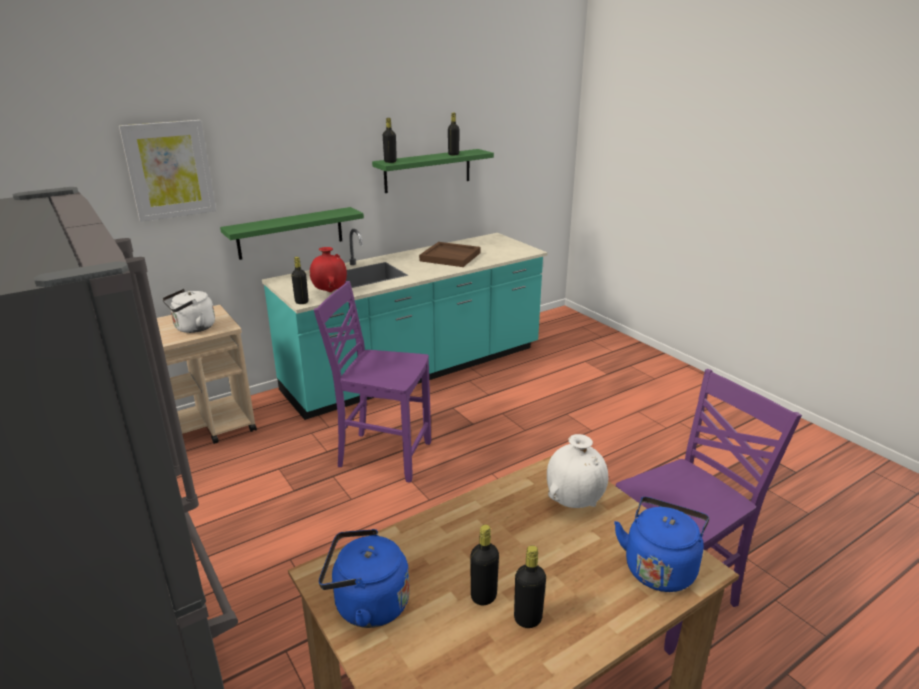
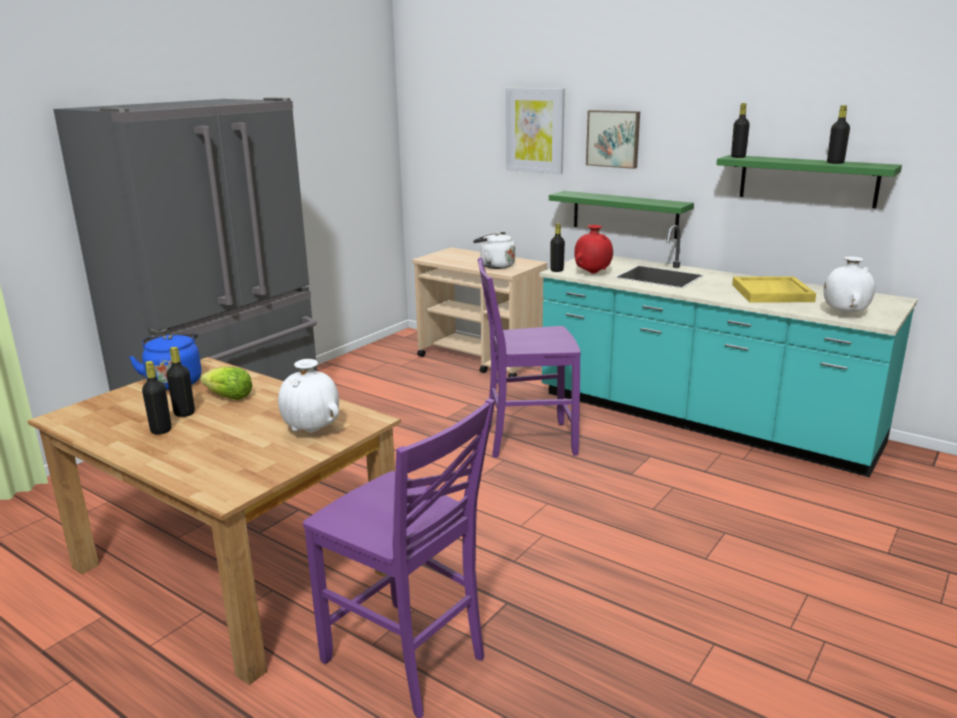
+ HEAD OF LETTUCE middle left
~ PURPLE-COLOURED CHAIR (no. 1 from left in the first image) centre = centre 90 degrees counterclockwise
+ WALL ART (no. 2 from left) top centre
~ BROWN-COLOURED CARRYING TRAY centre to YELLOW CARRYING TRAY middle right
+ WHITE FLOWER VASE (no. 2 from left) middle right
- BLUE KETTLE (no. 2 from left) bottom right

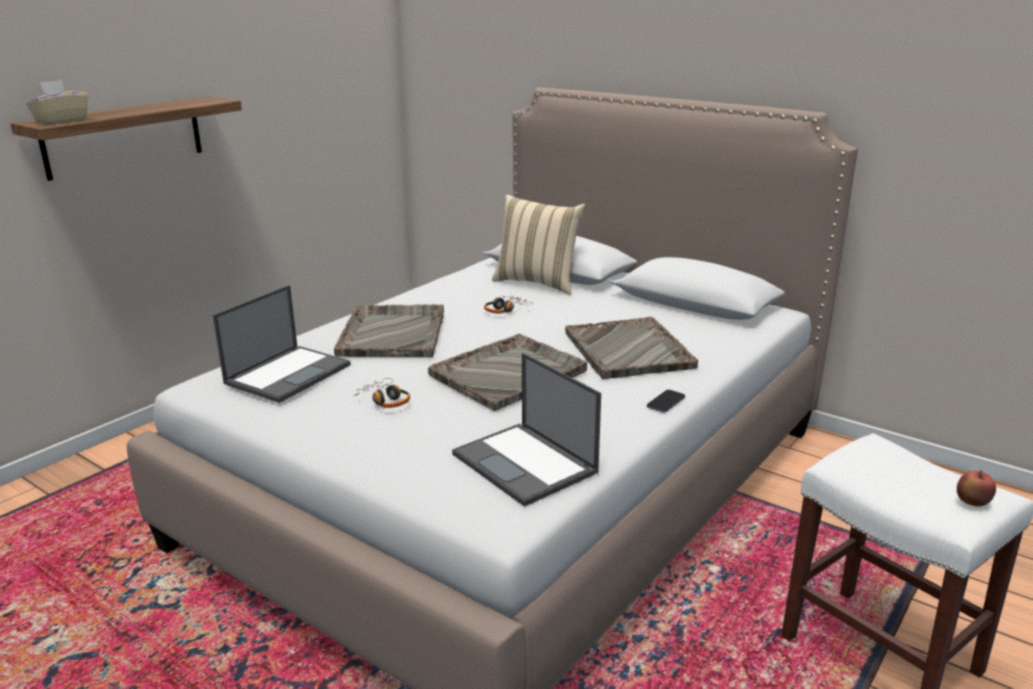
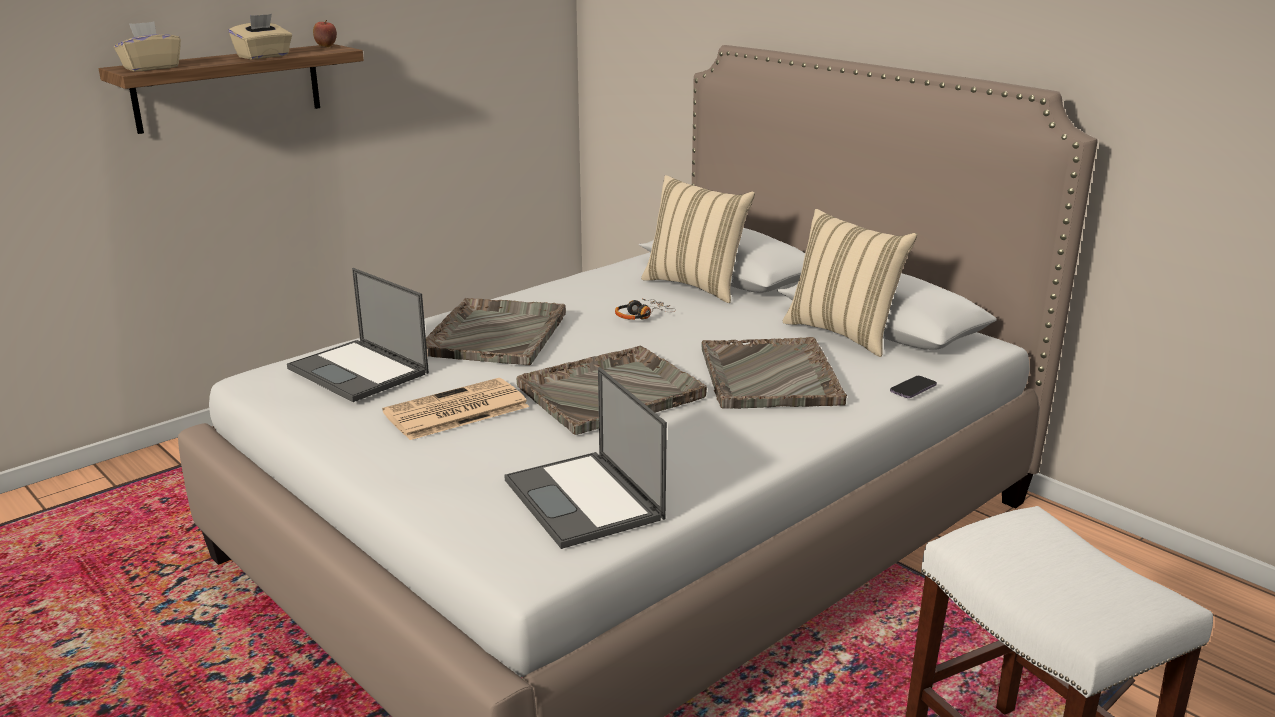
+ BEIGE-COLOURED BOX OF TISSUES (no. 2 from left) top left
~ NOTEBOOK COMPUTER (no. 1 from left) middle left = middle left 90 degrees clockwise
~ APPLE bottom right to top left
~ PAIR OF HEADPHONES (no. 1 from left) centre to PRINTED PAPER centre
+ BEIGE-COLOURED THROW PILLOW (no. 2 from left) middle right
~ PHONE centre to middle right

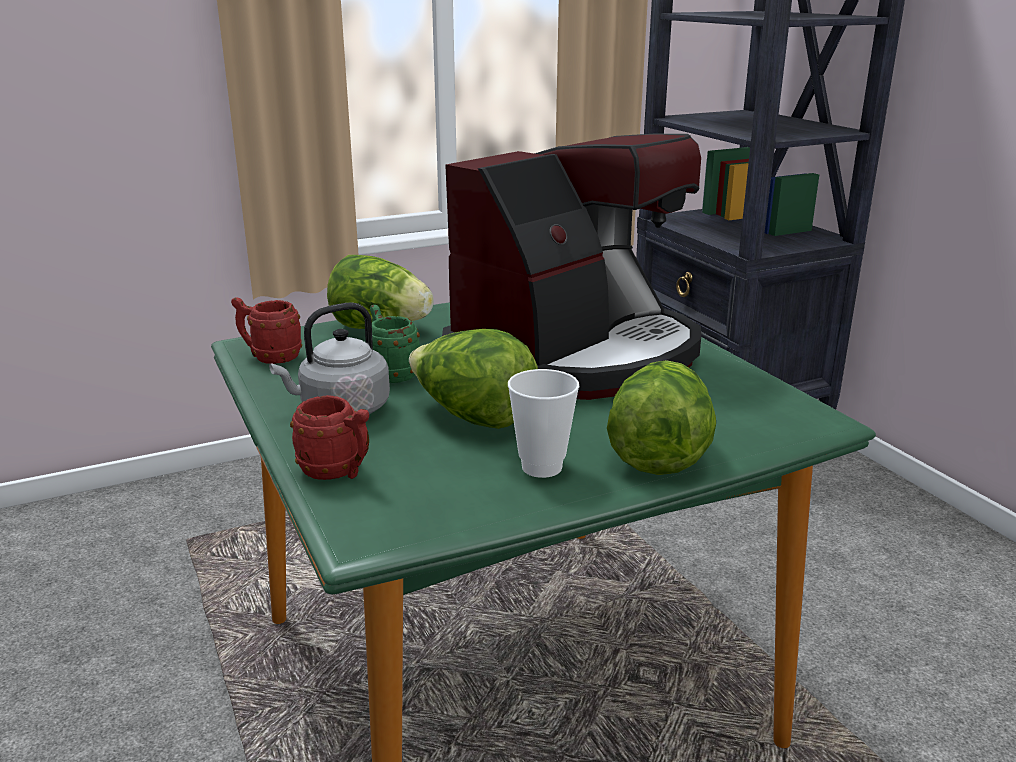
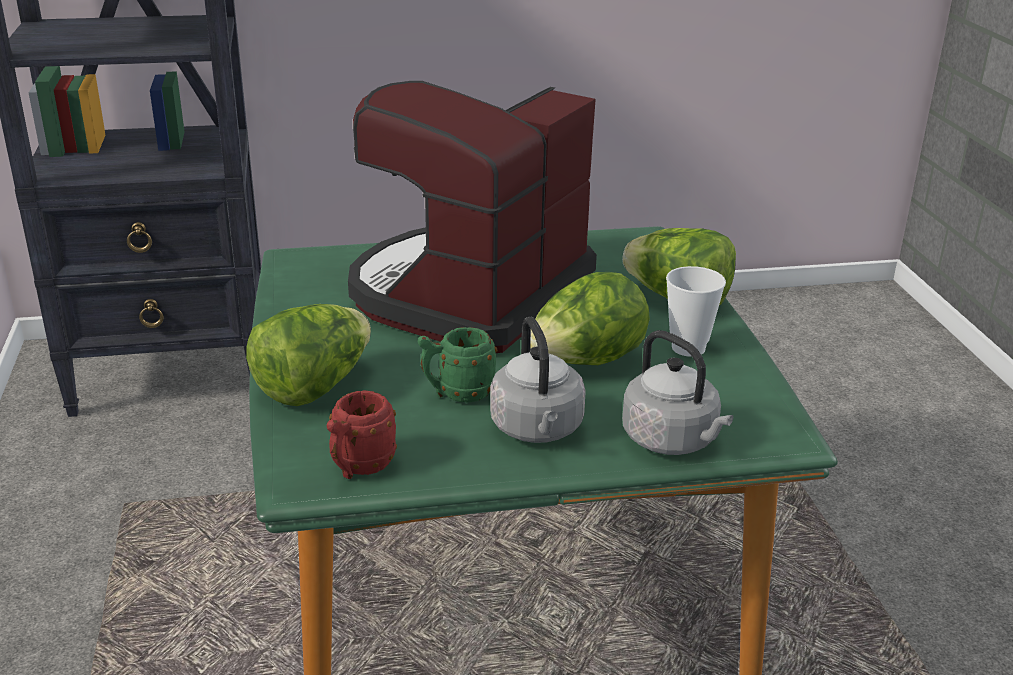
~ COFFEE MAKER centre = top centre 120 degrees counterclockwise
~ REDDISH COFFEE MUG (no. 2 from left) middle left to GREY KETTLE (no. 2 from left) middle right

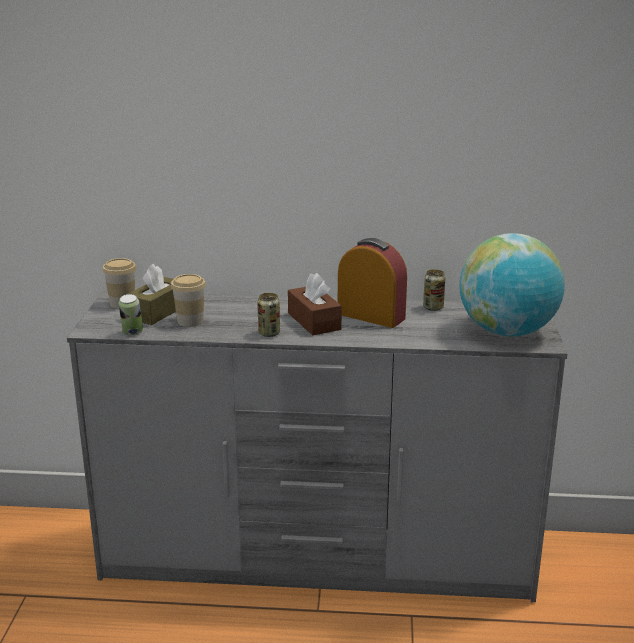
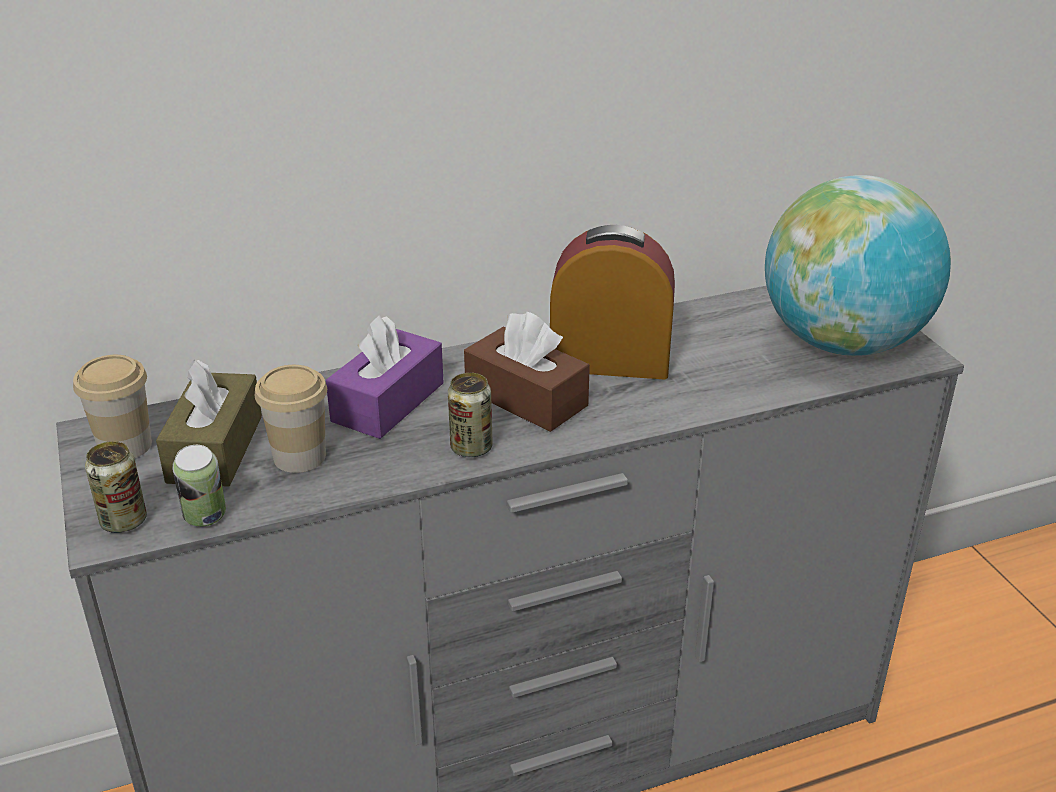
~ SEALED CAN (no. 3 from left in the first image) middle right to SEALED CAN (no. 1 from left) middle left
+ PURPLE-COLOURED BOX OF TISSUES centre

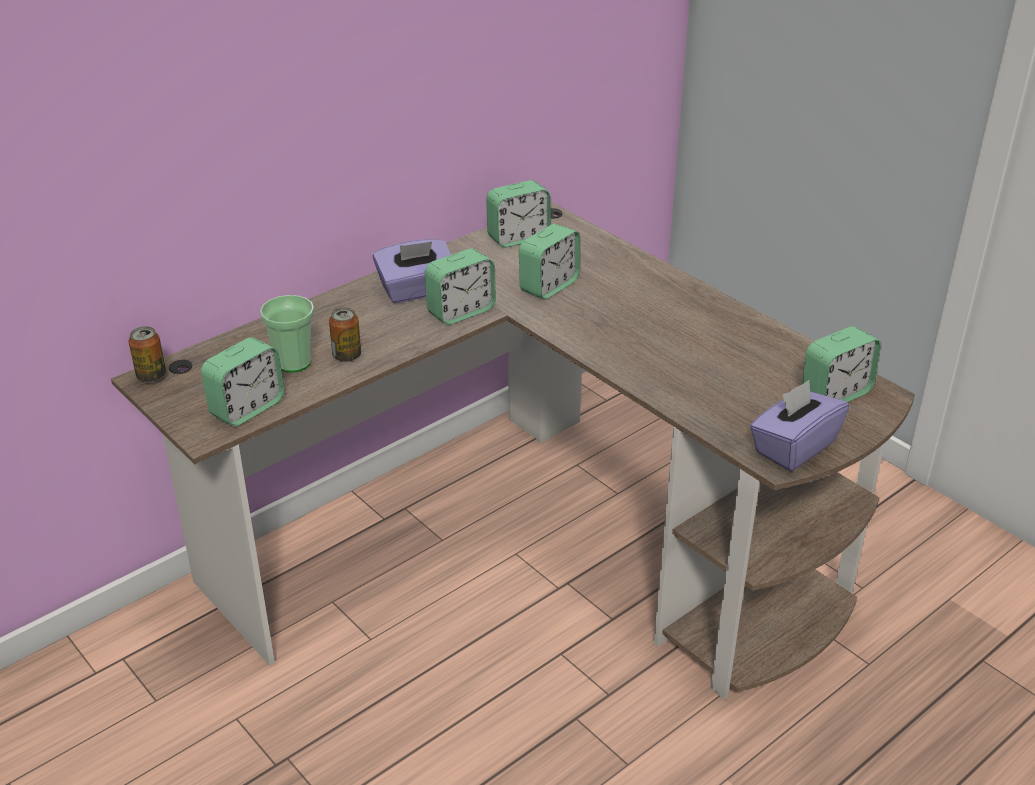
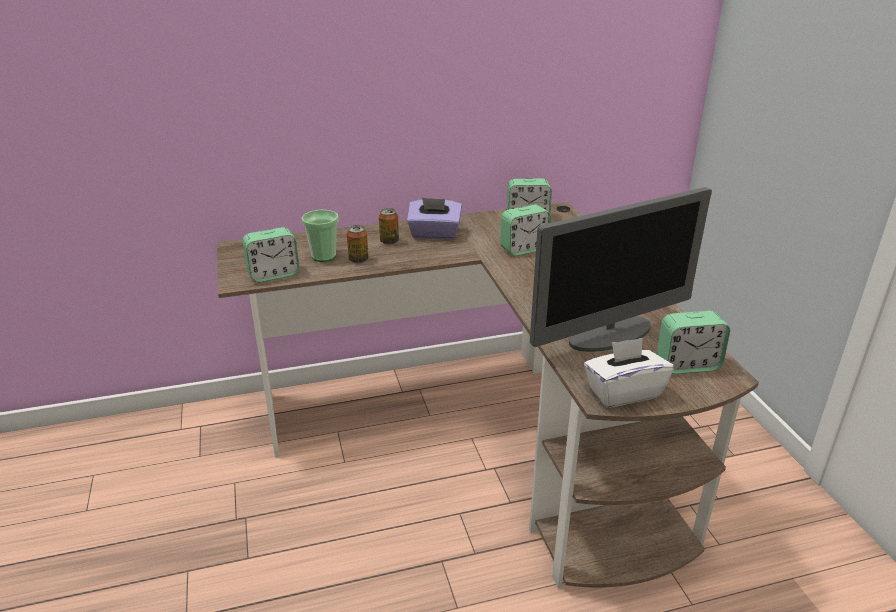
~ SEALED CAN (no. 1 from left in the first image) middle left to SEALED CAN (no. 2 from left) centre
+ COMPUTER SCREEN middle right
~ PURPLE-COLOURED BOX OF TISSUES (no. 2 from left) middle right to WHITE BOX OF TISSUES middle right
- BEDSIDE CLOCK (no. 2 from left) centre

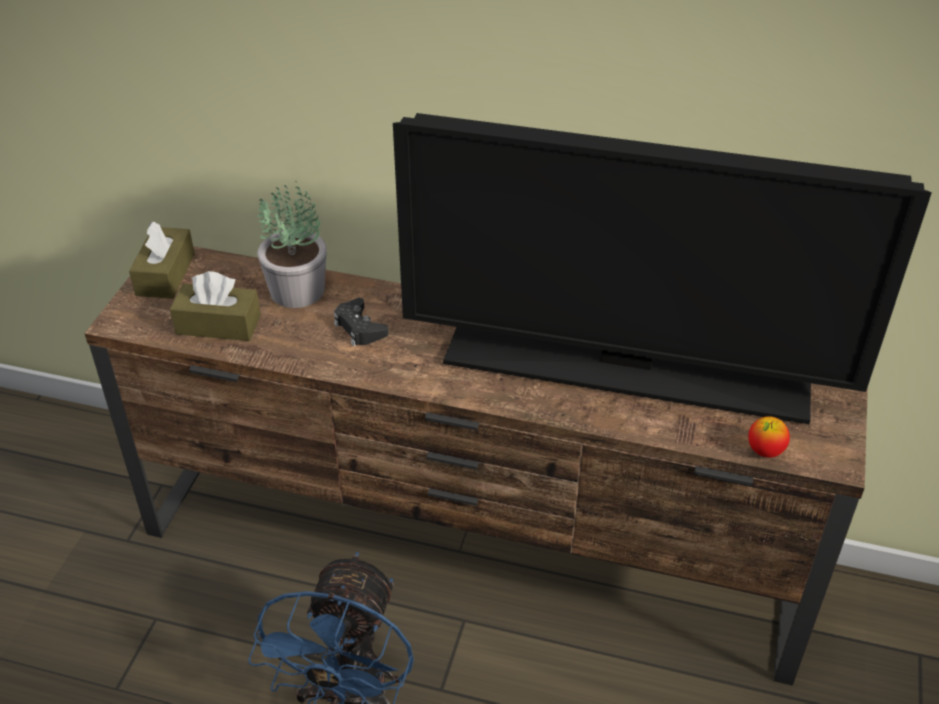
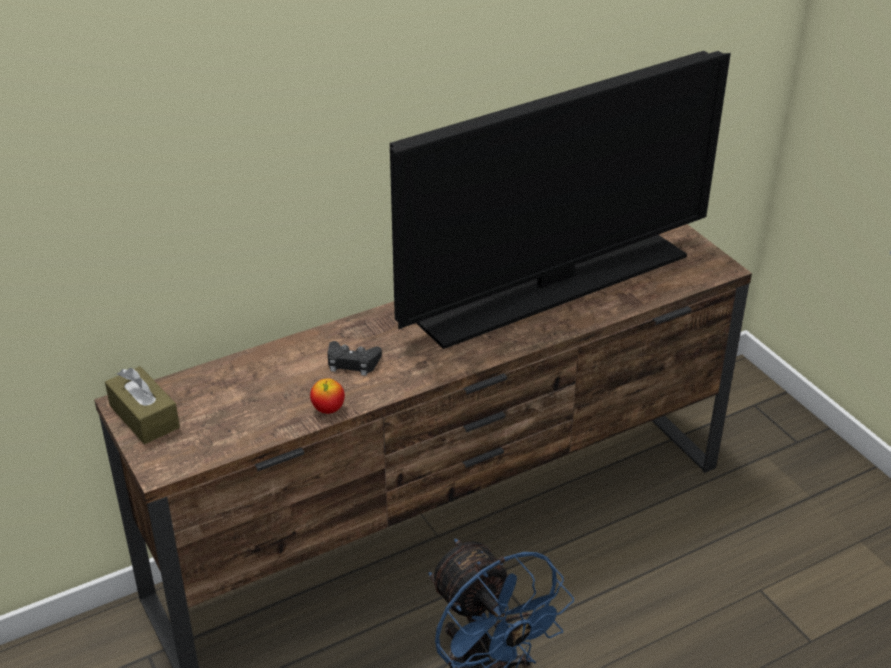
~ APPLE middle right to centre
- BROWN-COLOURED BOX OF TISSUES (no. 2 from left) middle left
- HOUSEPLANT middle left

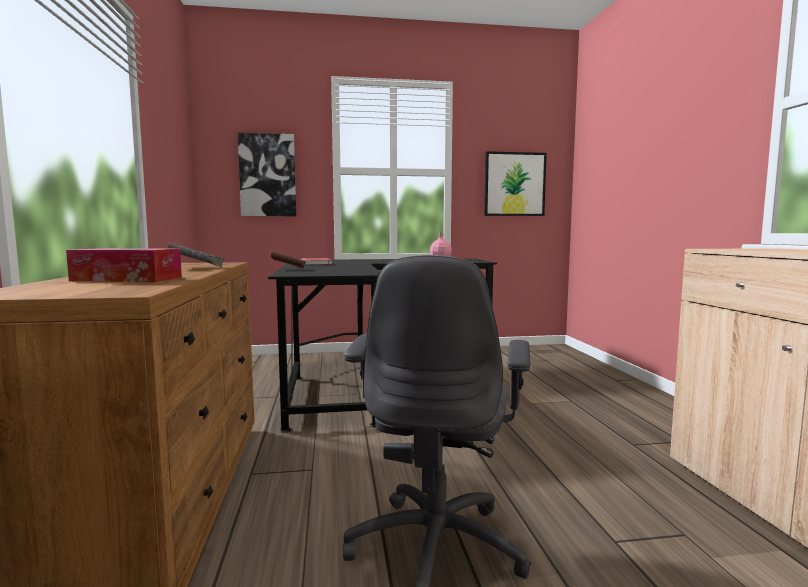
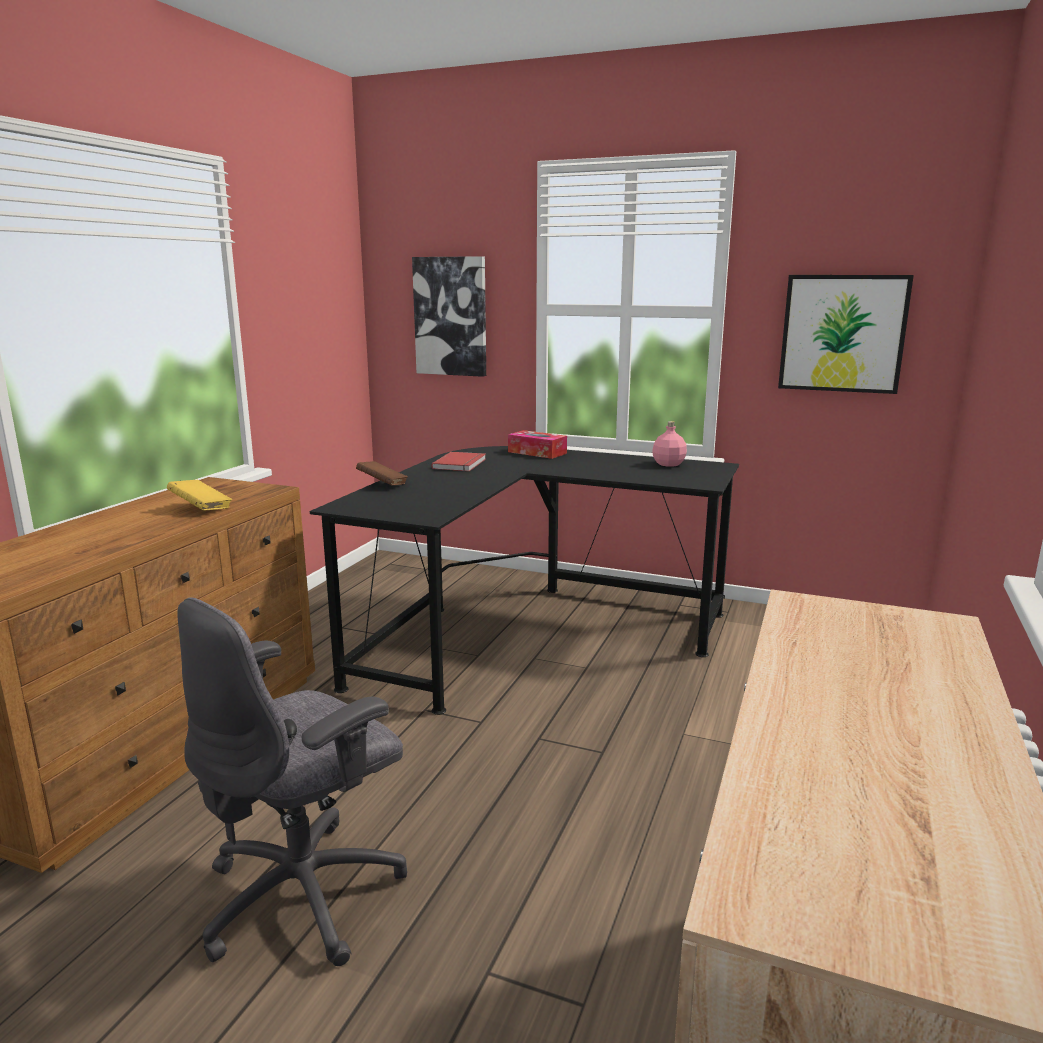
~ GREY VOLUME middle left to YELLOW VOLUME middle left
~ BOX OF TISSUES middle left to centre

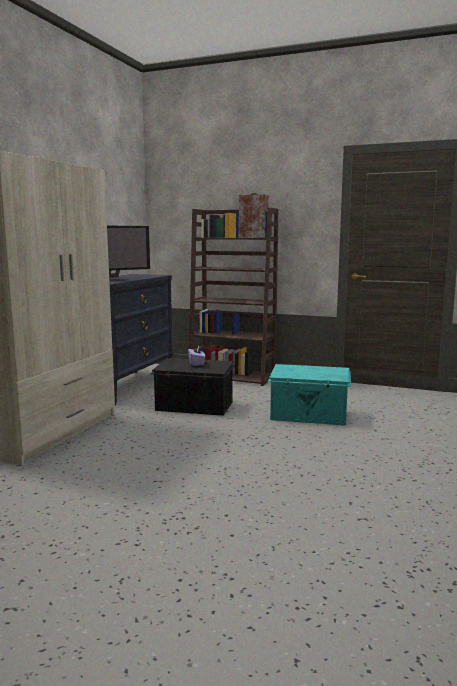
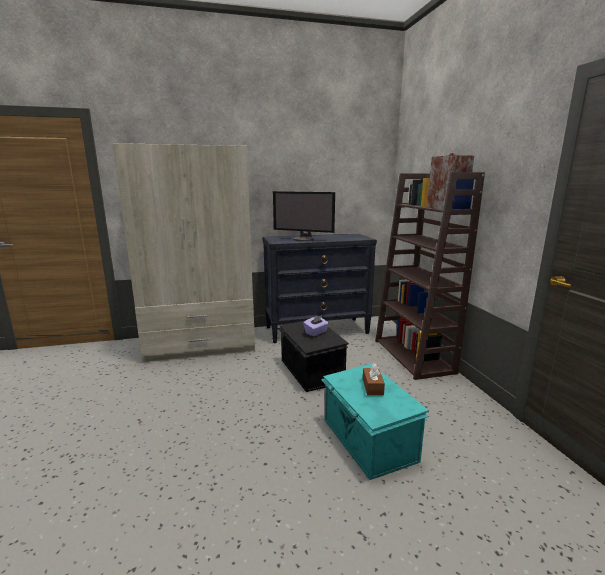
+ BROWN-COLOURED BOX OF TISSUES centre

